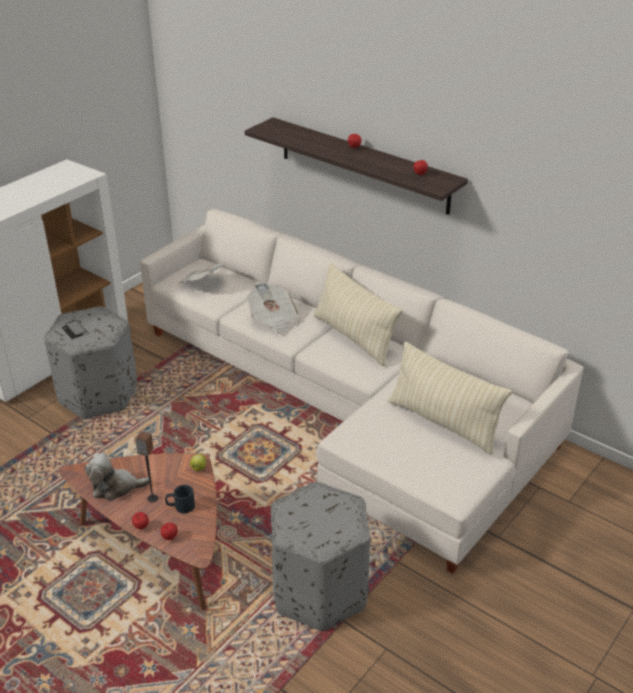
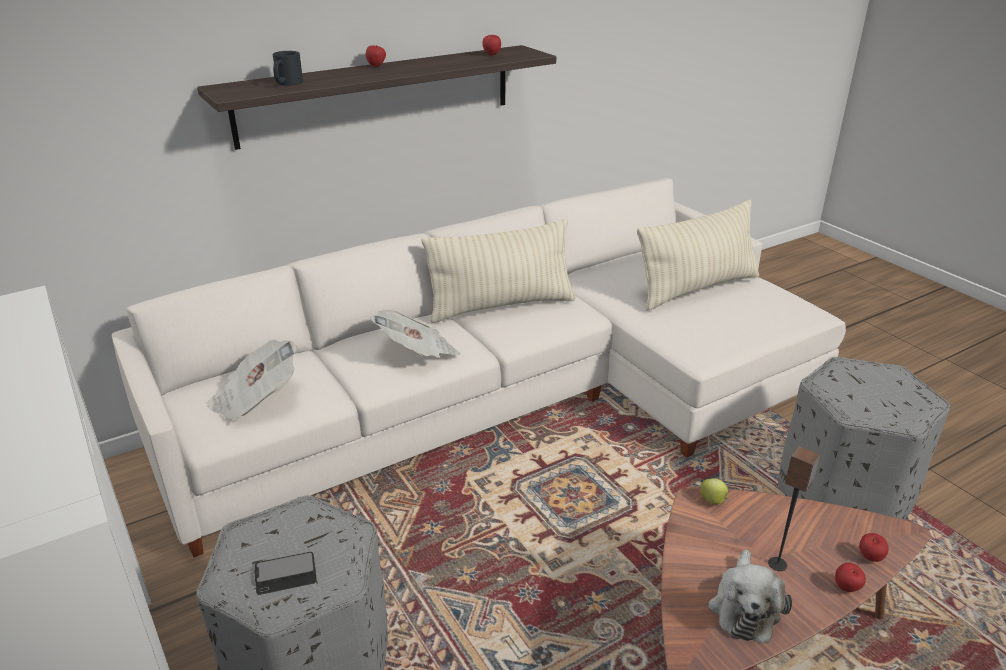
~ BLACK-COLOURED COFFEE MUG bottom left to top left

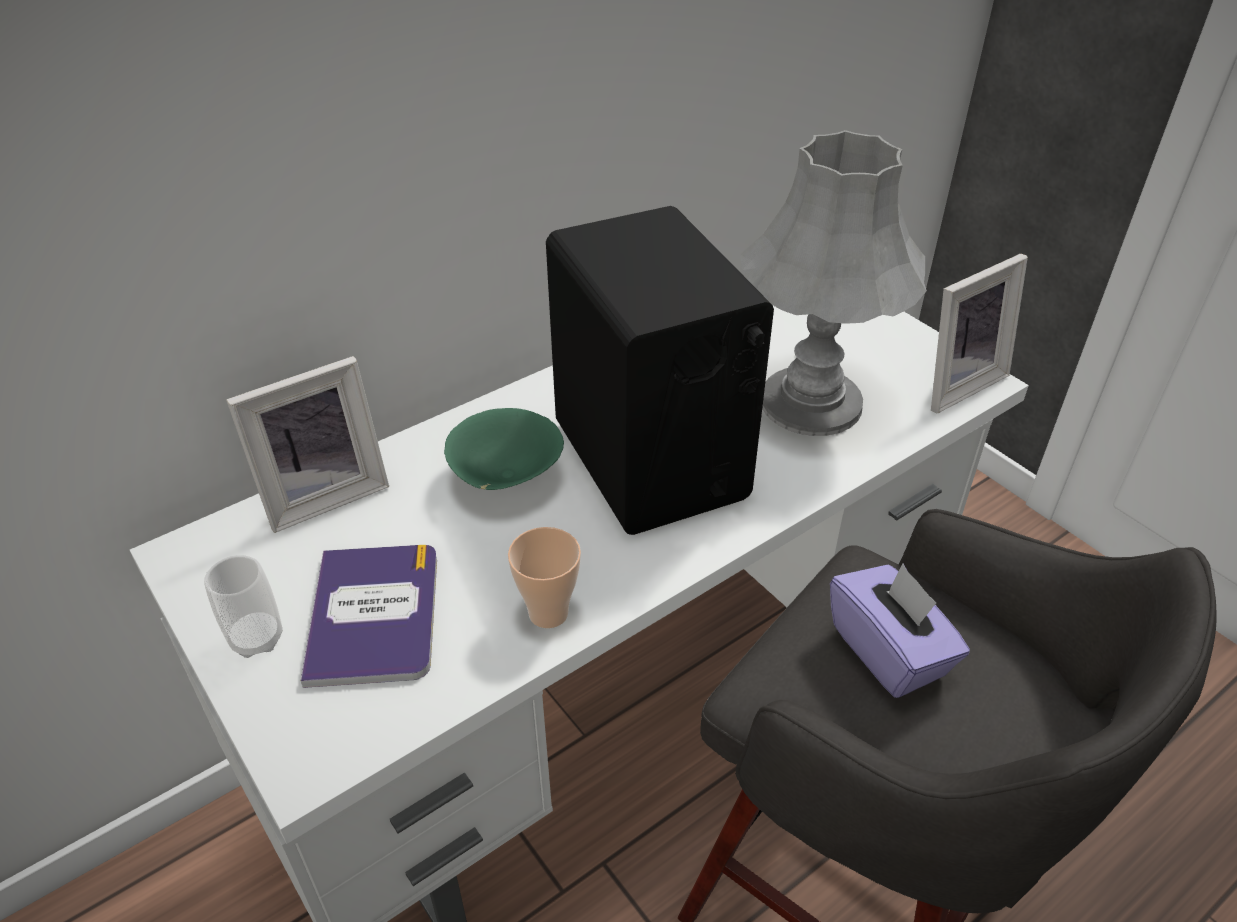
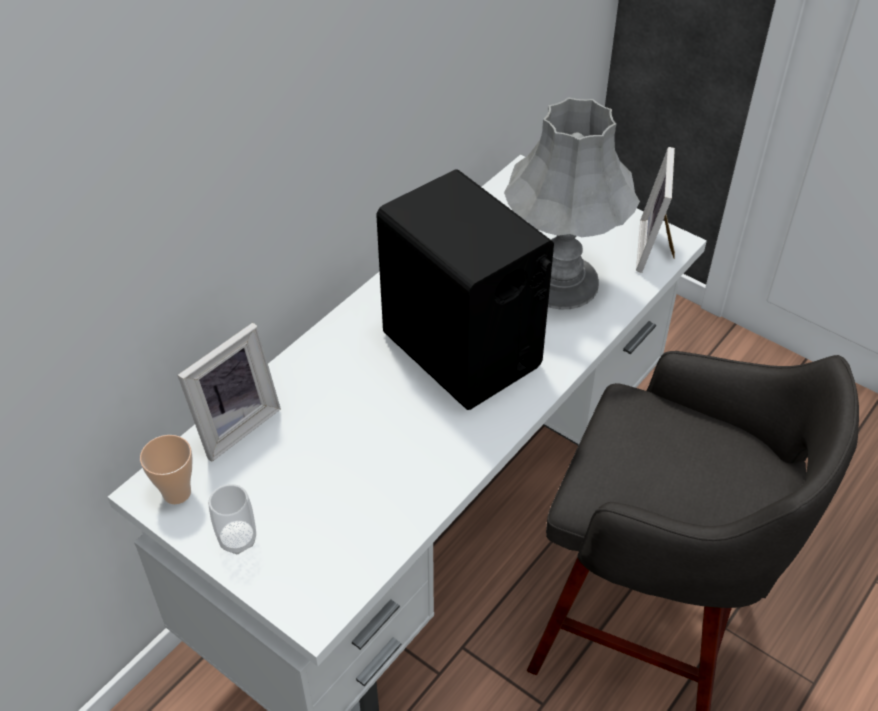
~ DRINKING CUP (no. 2 from left in the first image) centre to DRINKING CUP (no. 1 from left) middle left
~ PHOTO FRAME (no. 2 from left) middle right = top right 150 degrees clockwise
- VOLUME bottom left
- GREEN DEEP DISH centre
- PURPLE-COLOURED BOX OF TISSUES bottom right

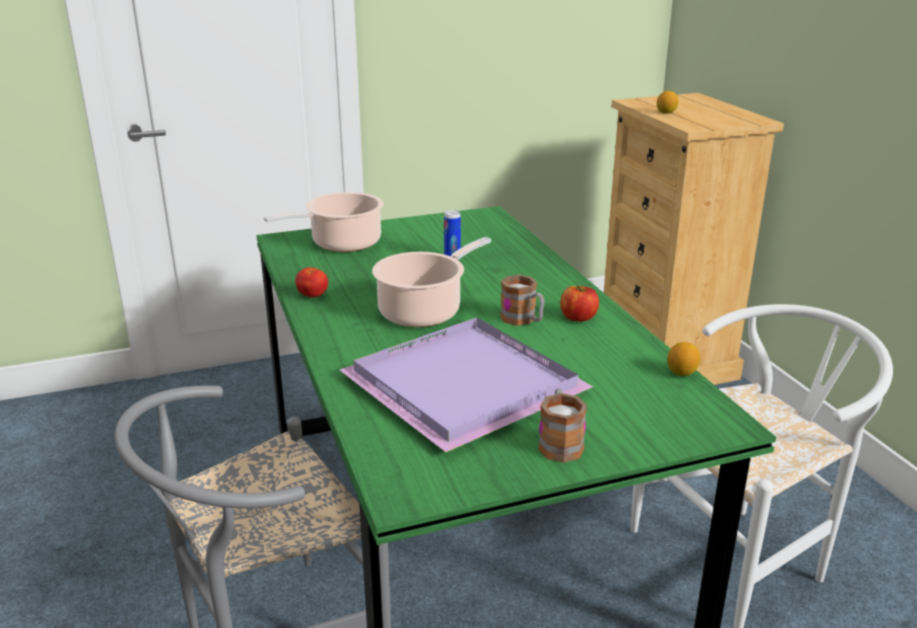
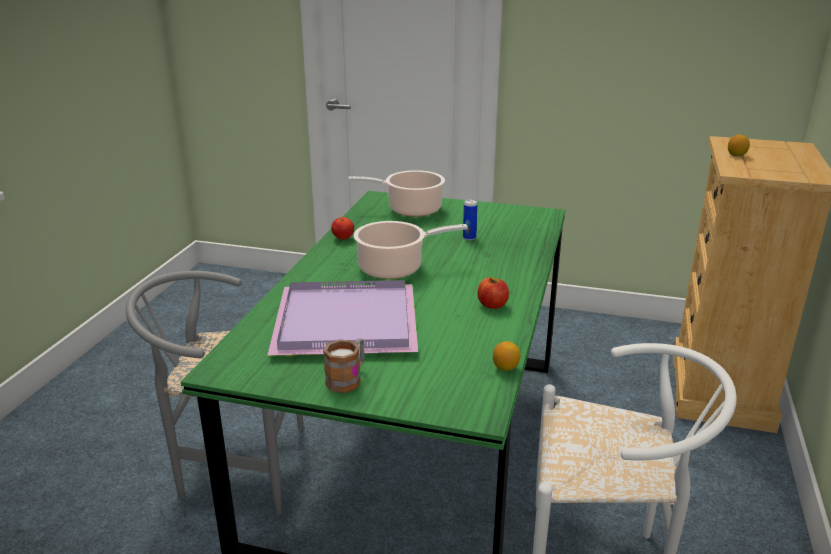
- COFFEE MUG (no. 1 from left) centre

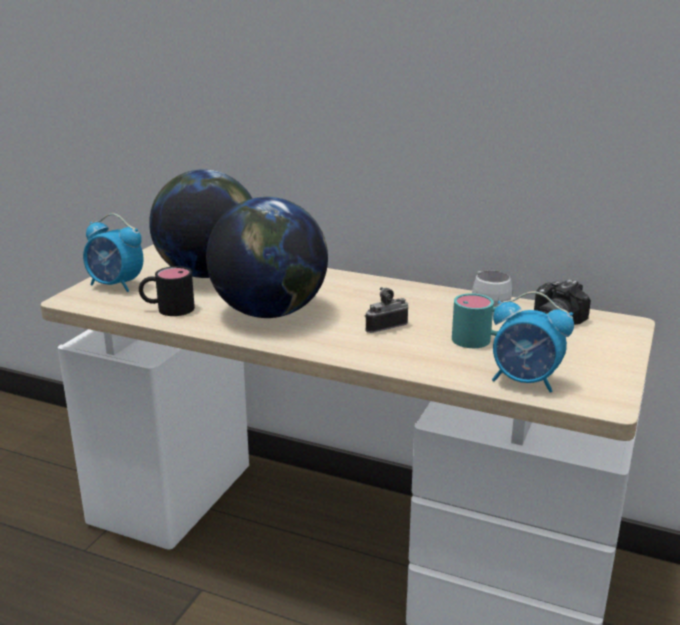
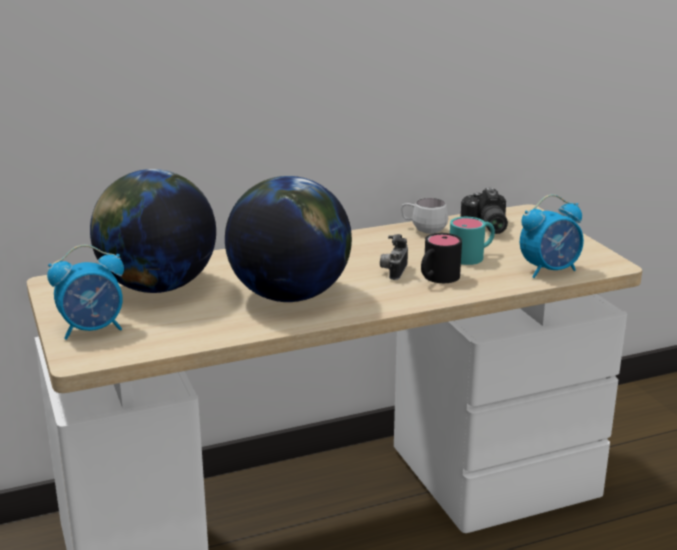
~ BLACK-COLOURED COFFEE MUG middle left to centre

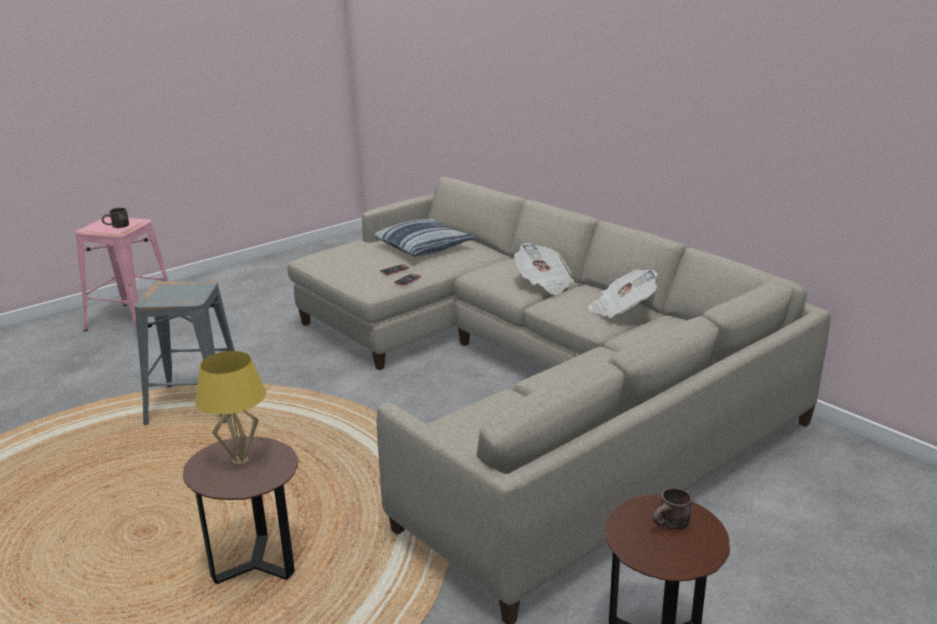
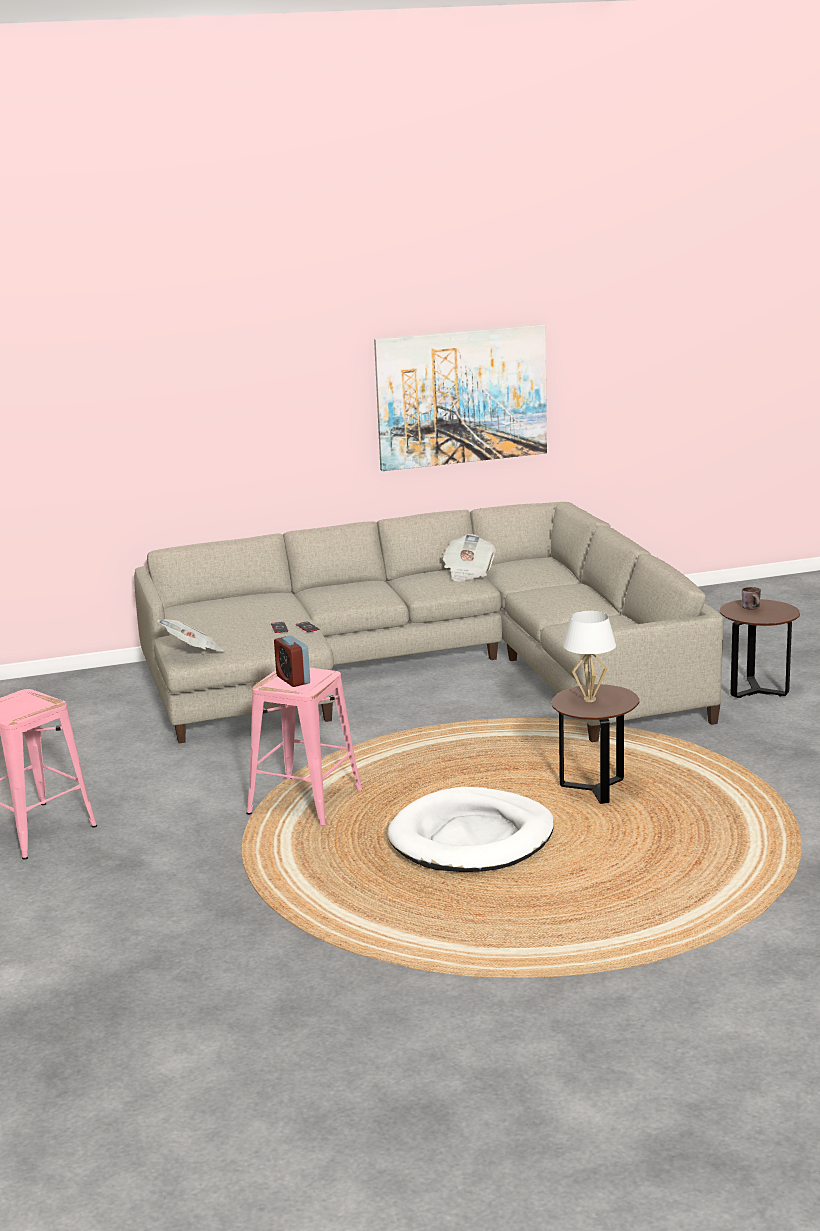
~ PRINTED PAPER (no. 1 from left) centre to middle left
~ GREY STOOL SEAT middle left to PINK STOOL SEAT (no. 2 from left) centre
+ BEDSIDE CLOCK centre
+ WALL ART top centre
+ WHITE DOG CUSHION bottom centre
~ YELLOW TABLE LAMP middle left to WHITE TABLE LAMP middle right
- BROWN-COLOURED COFFEE MUG (no. 1 from left) middle left
- THROW PILLOW centre

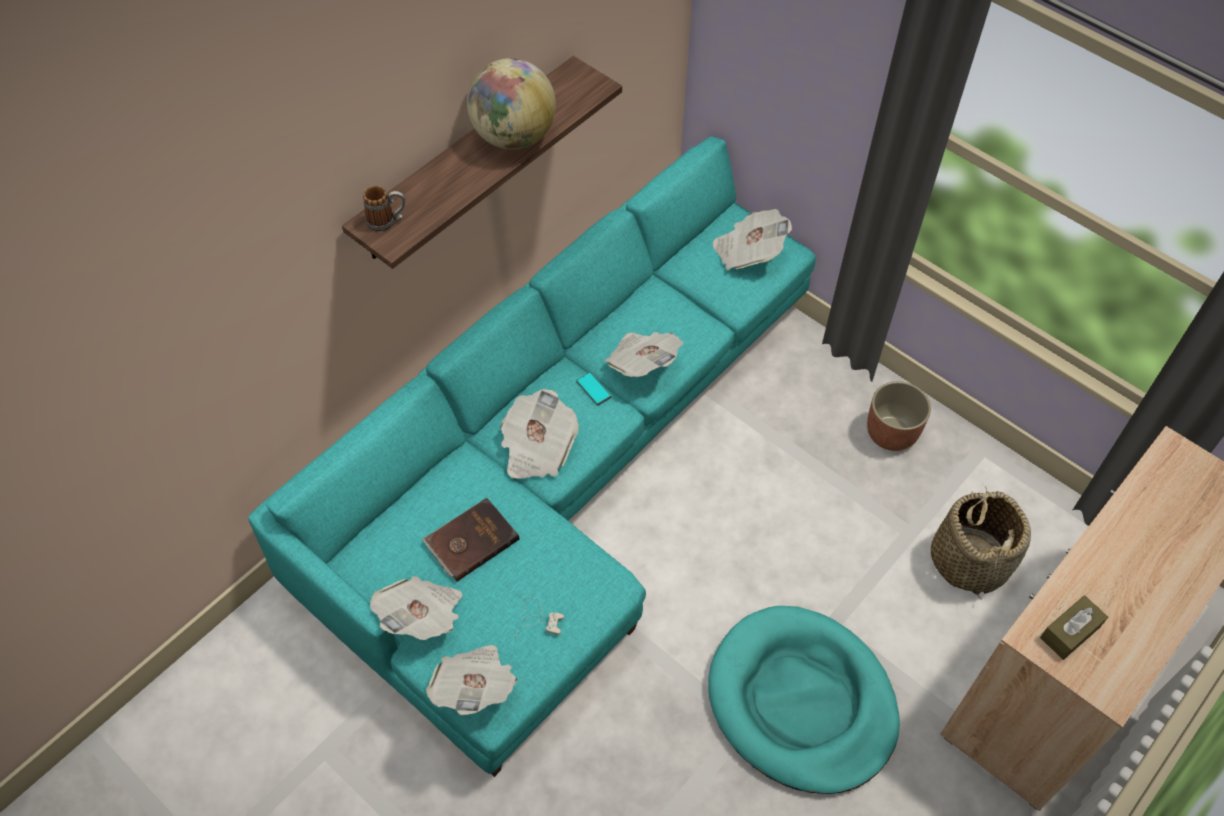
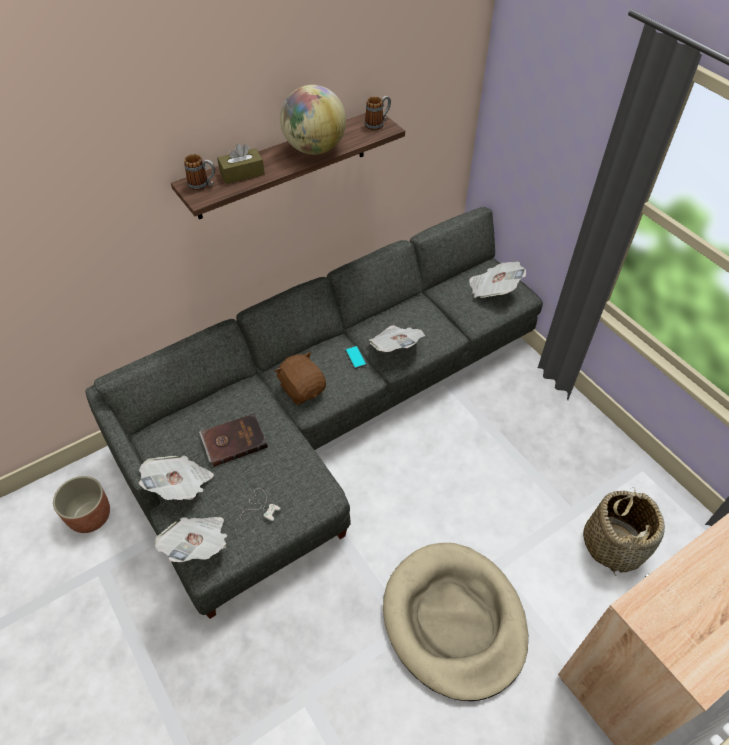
~ FLOWER POT middle right to bottom left
~ TURQUOISE-COLOURED SETTEE centre to GREY SETTEE centre
~ BROWN-COLOURED BOX OF TISSUES bottom right to top left
~ PRINTED PAPER (no. 3 from left) centre to BROWN-COLOURED SOFT TOY centre
+ COFFEE MUG (no. 2 from left) top centre
~ TURQUOISE-COLOURED DOG CUSHION bottom centre to BEIGE-COLOURED DOG CUSHION bottom centre

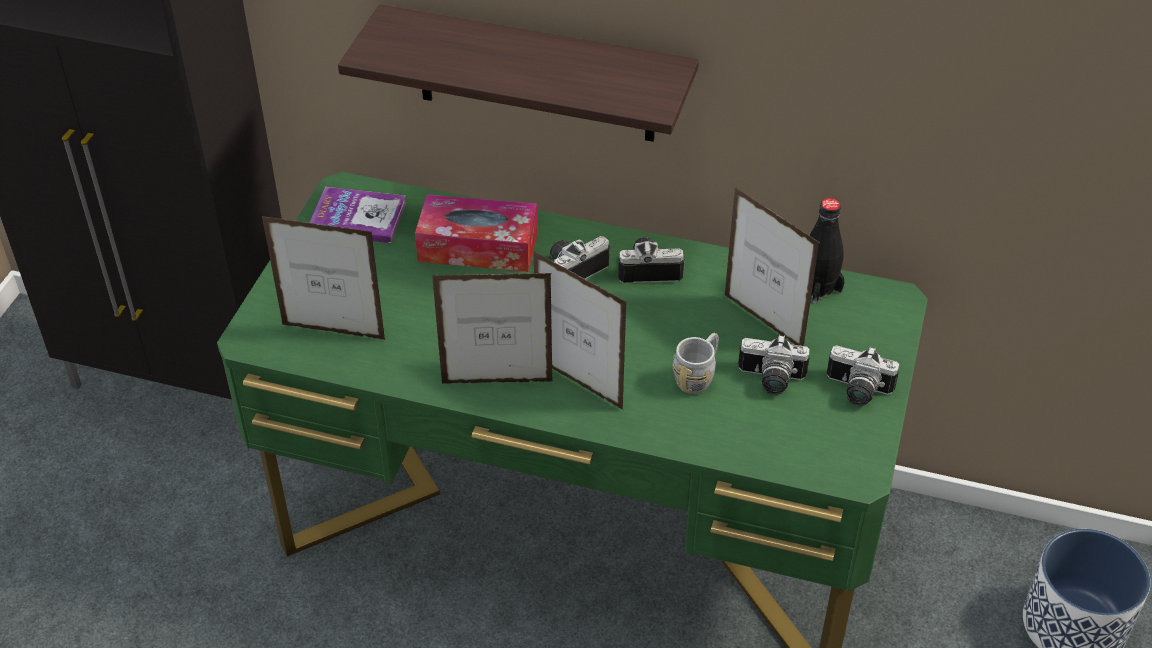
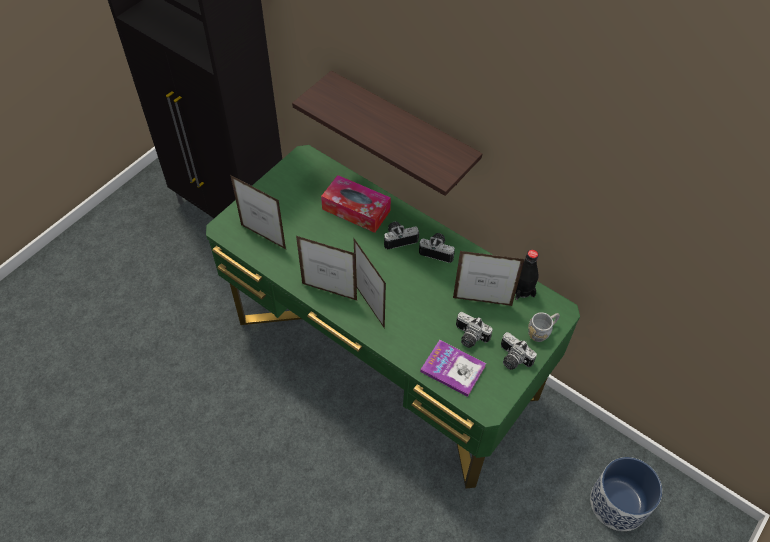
~ VOLUME top left to bottom centre
~ PHOTO FRAME (no. 4 from left) middle right = centre 60 degrees counterclockwise
~ GREY COFFEE MUG centre to middle right

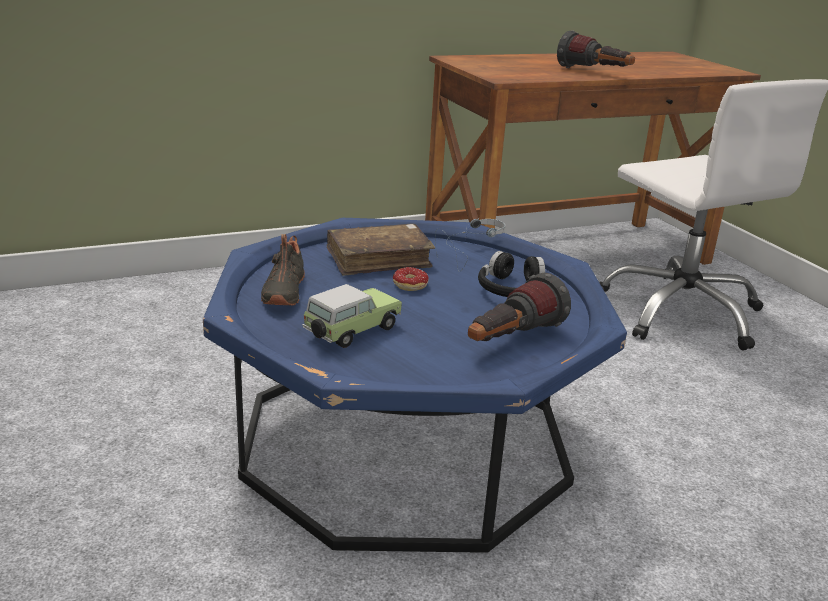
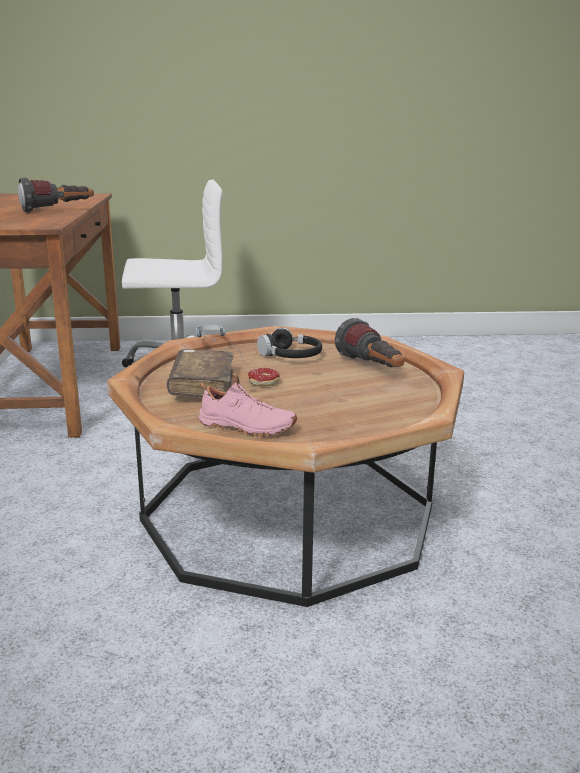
~ BLUE COFFEE TABLE centre to BROWN-COLOURED COFFEE TABLE centre
~ BLACK-COLOURED ITEM OF FOOTWEAR centre to PINK ITEM OF FOOTWEAR centre
- MINIATURE CAR centre

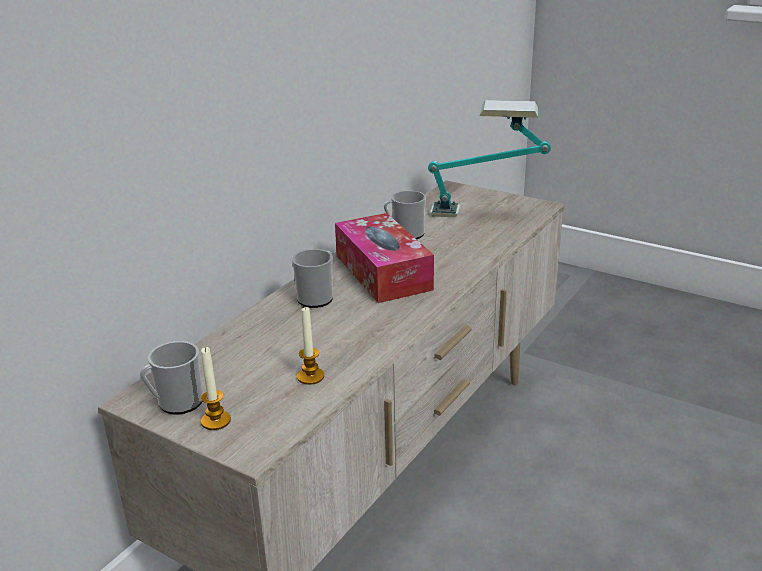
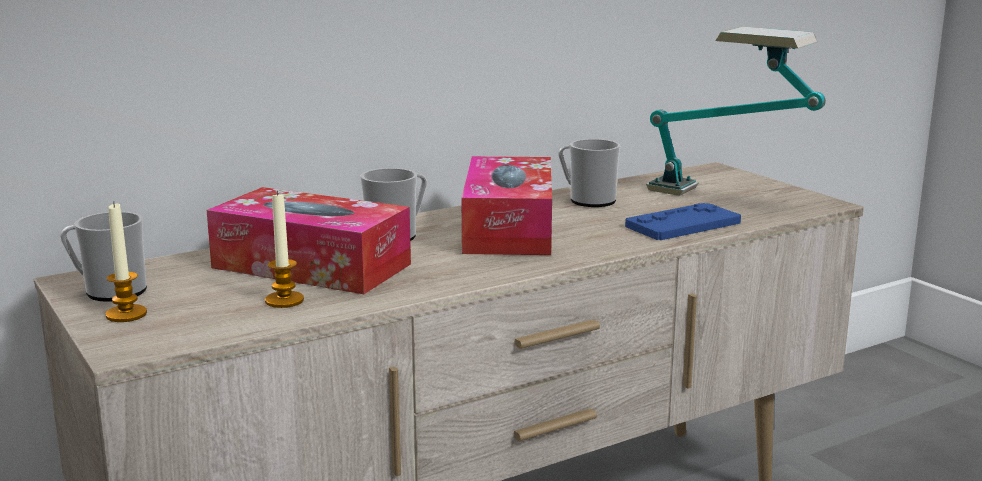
+ BOX OF TISSUES (no. 1 from left) middle left
+ BLUE GAMEPAD middle right

